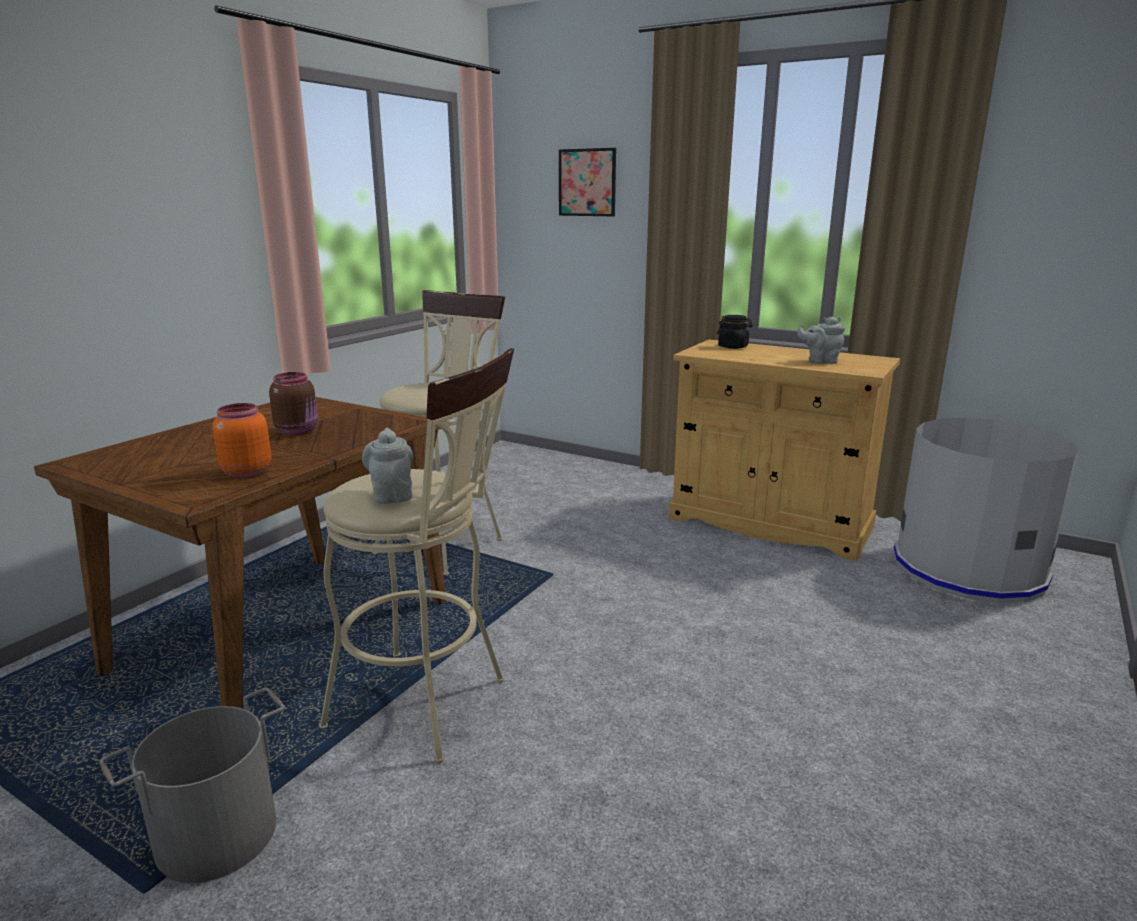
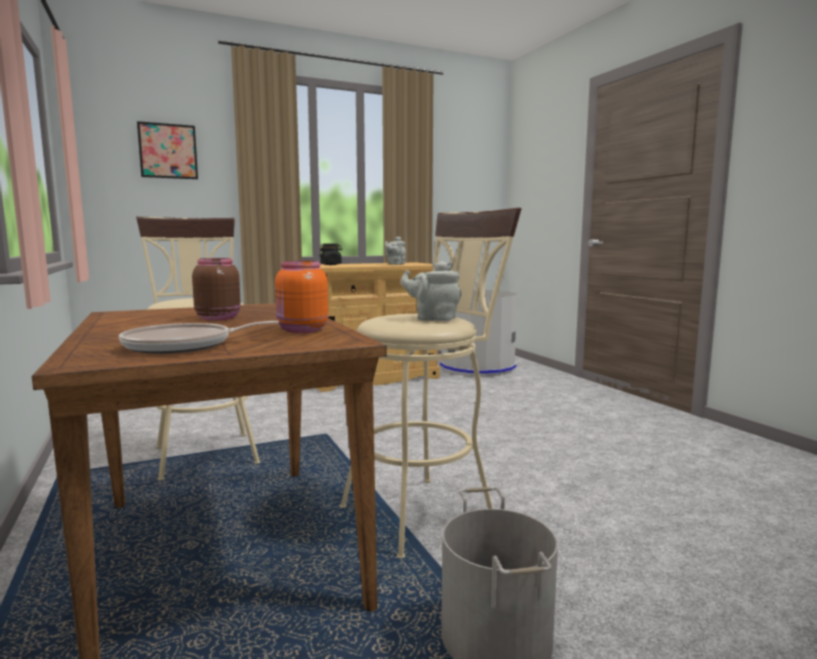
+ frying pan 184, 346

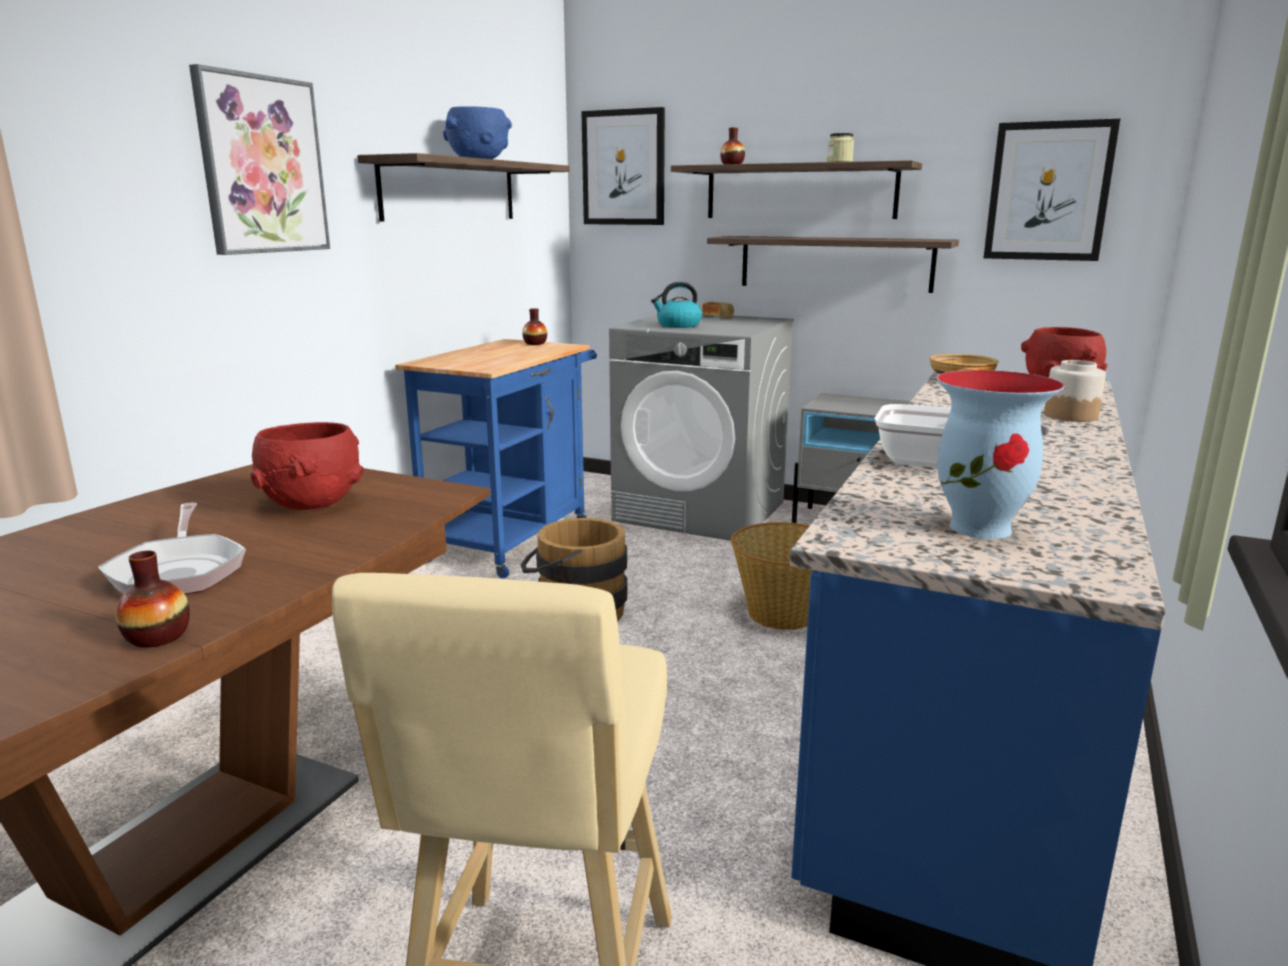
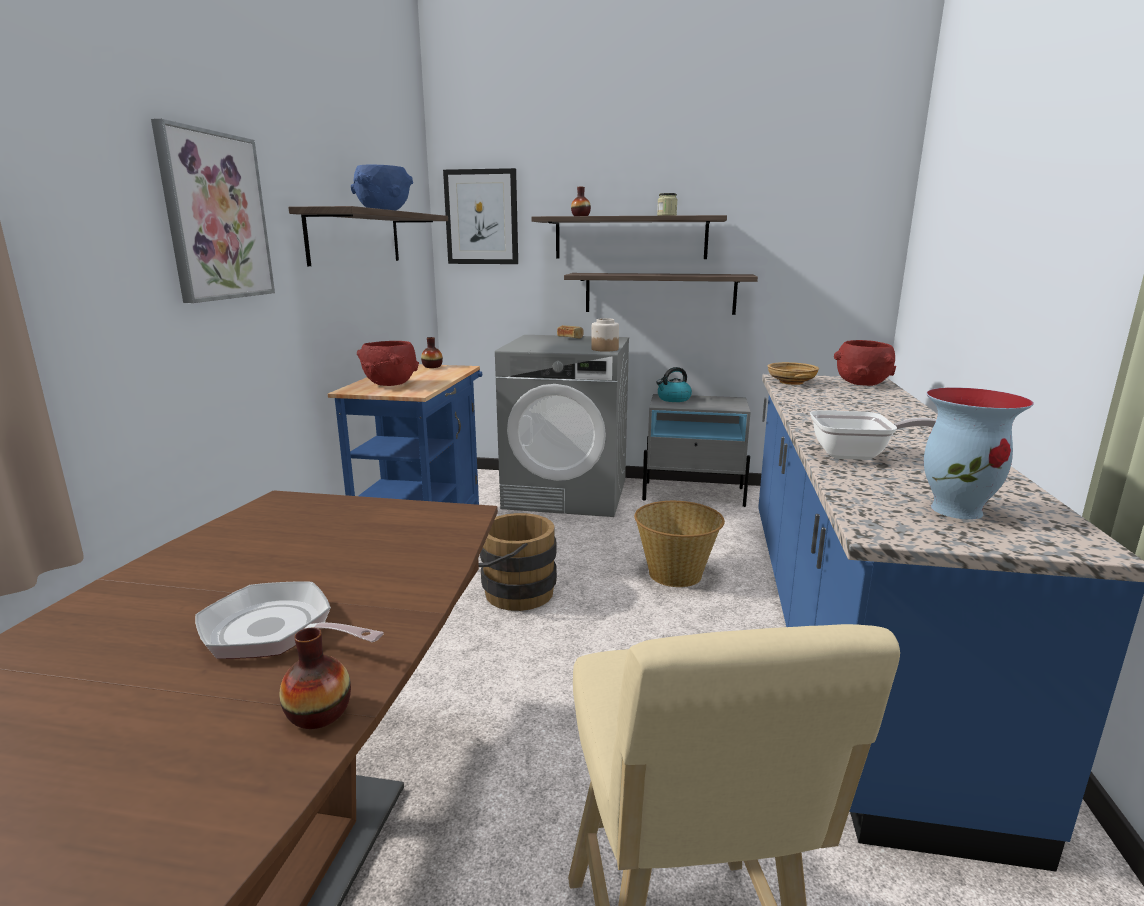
- picture 1048, 191
~ kettle 678, 325 to 673, 399
~ jar 1070, 416 to 604, 349
~ red bowl 312, 504 to 390, 384
~ frying pan 179, 571 = 275, 631 150 degrees clockwise

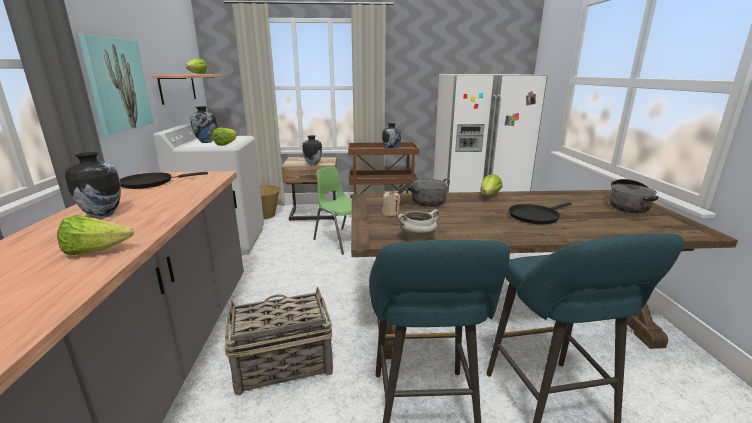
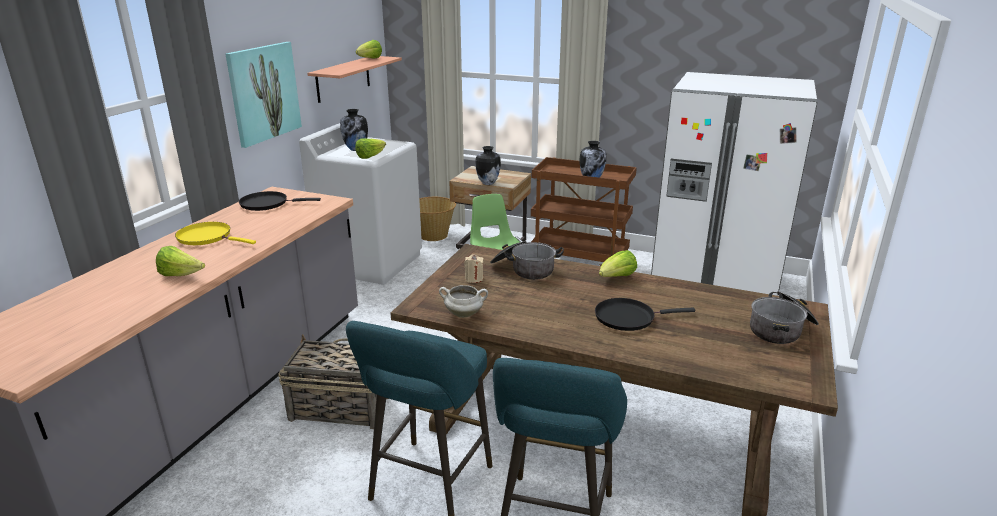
~ vase 102, 214 to yellow frying pan 207, 237

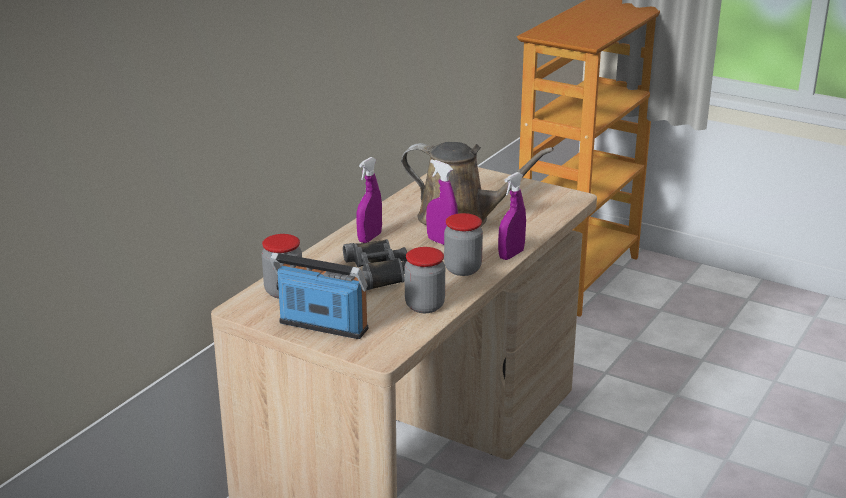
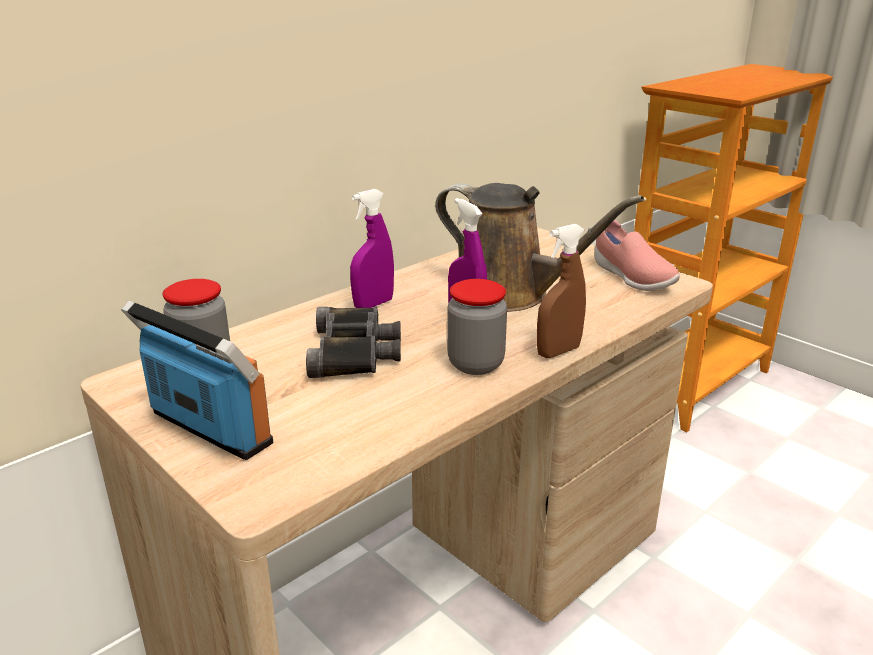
~ purple spray bottle 511, 255 to brown spray bottle 558, 352
- jar 424, 306
+ pink shoe 631, 277

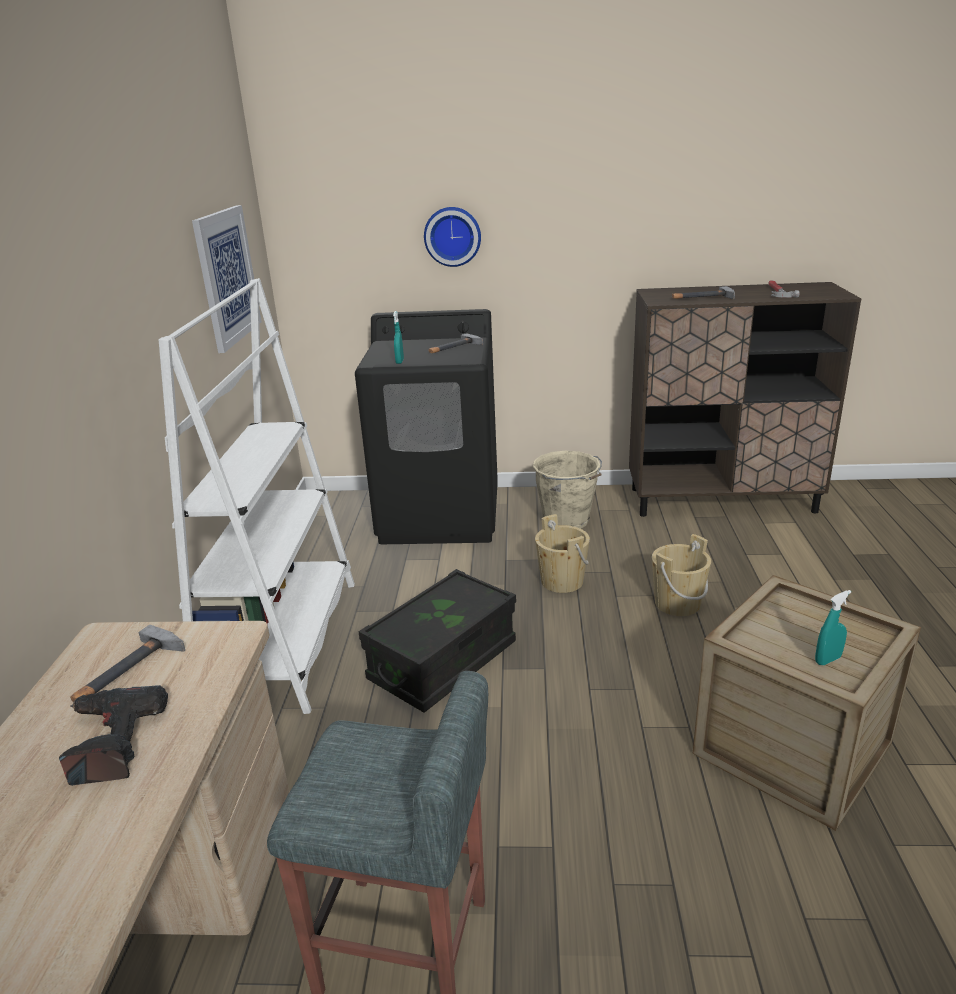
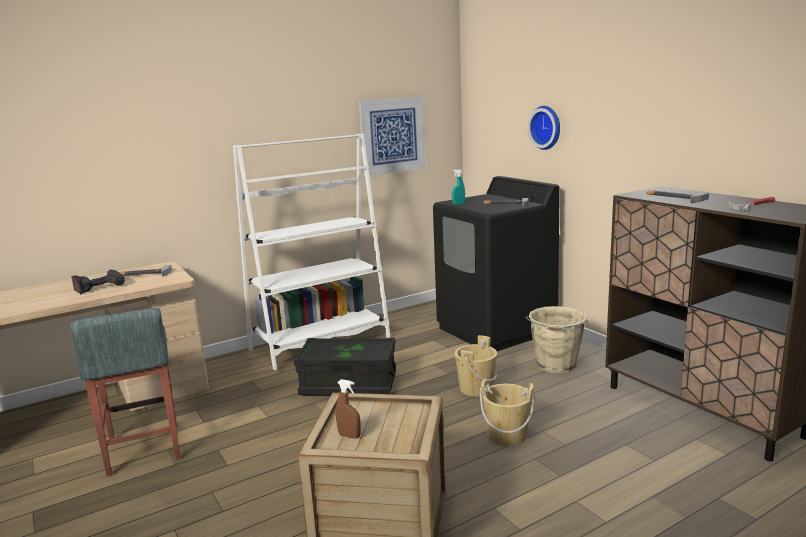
~ turquoise spray bottle 827, 660 to brown spray bottle 349, 436

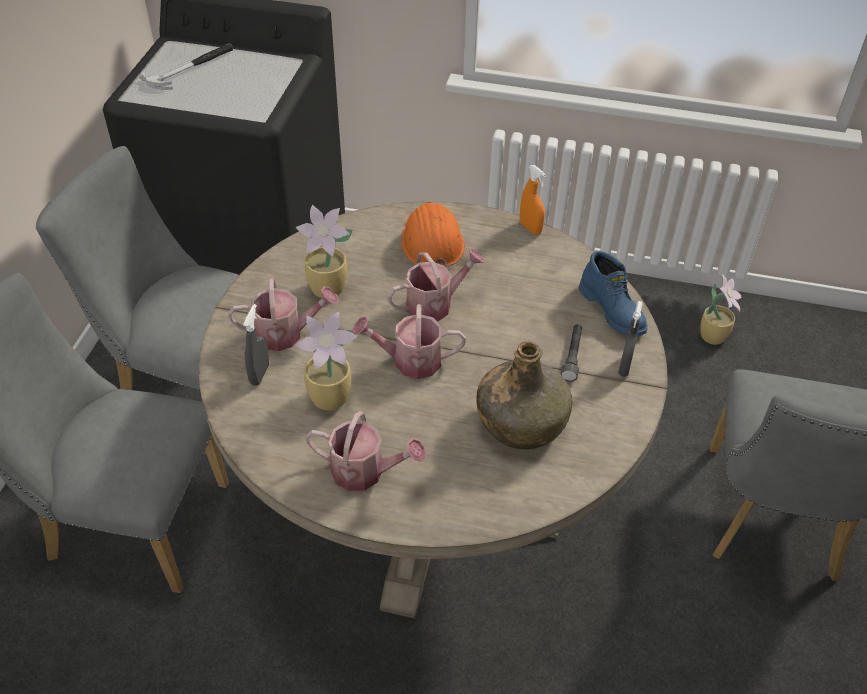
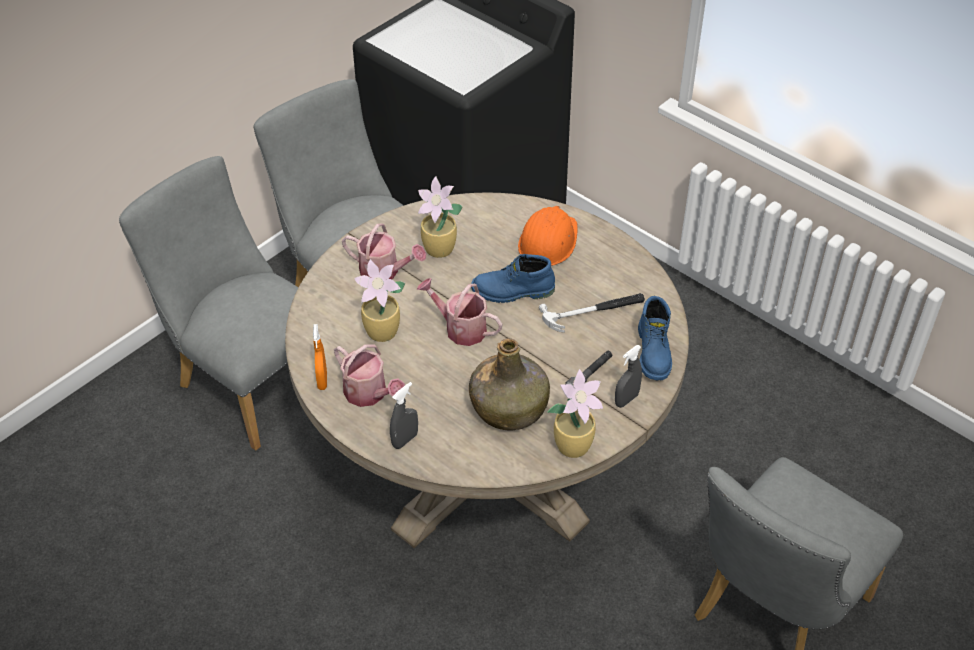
~ hammer 191, 68 to 593, 311
~ orange spray bottle 530, 228 to 322, 380
~ watering can 435, 304 to blue boot 512, 292
~ potted plant 713, 335 to 575, 445
~ grey spray bottle 259, 374 to 405, 440

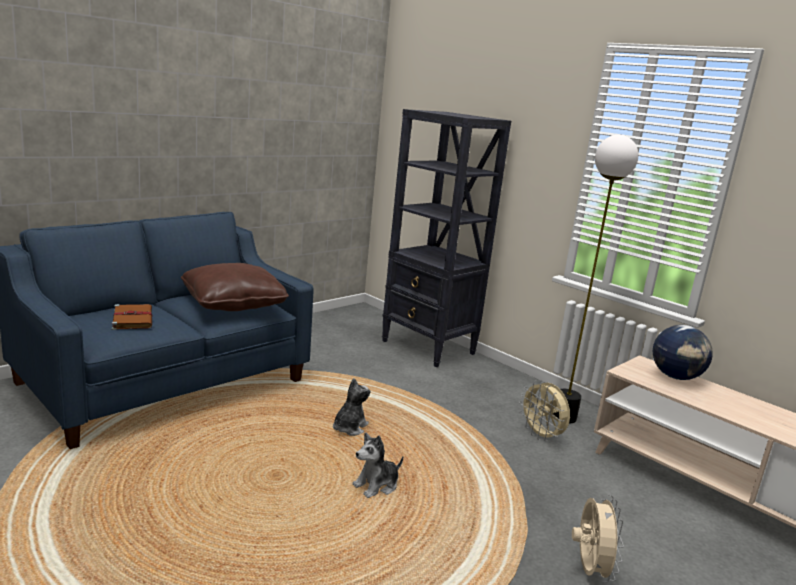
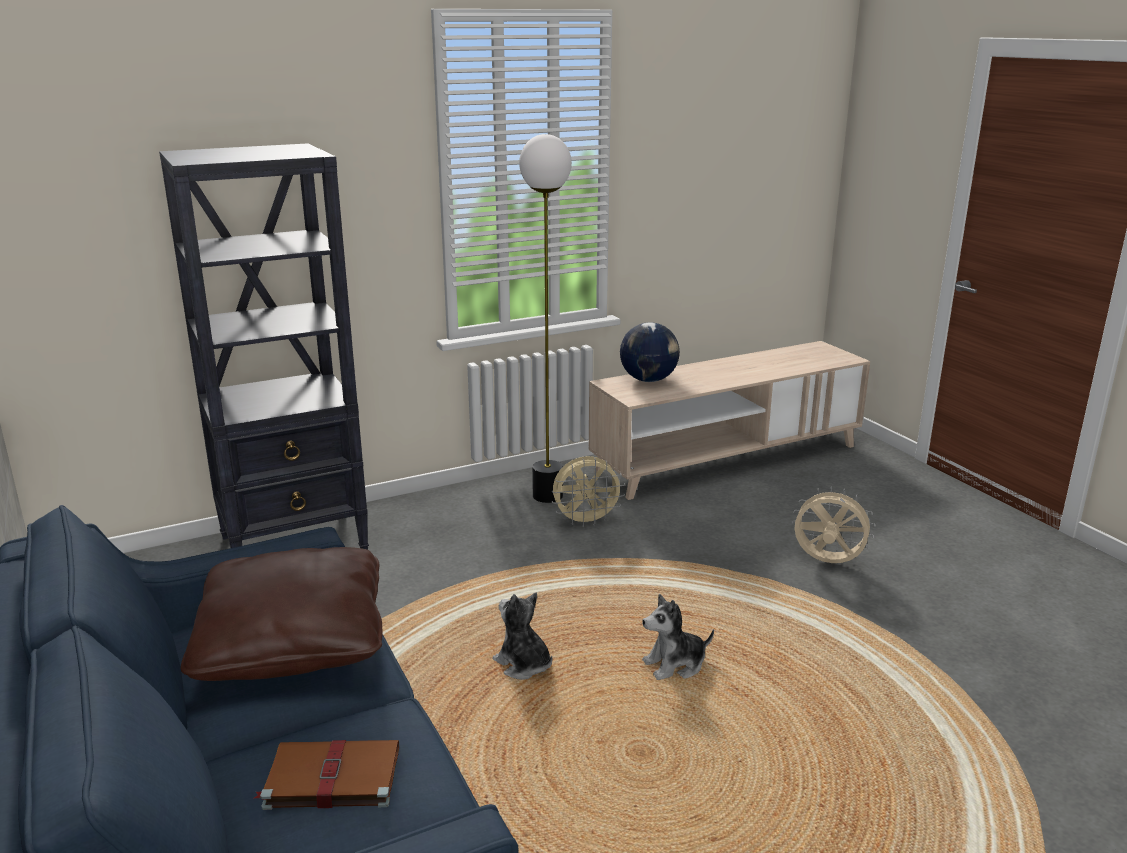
~ plush toy 376, 485 = 675, 665 90 degrees clockwise

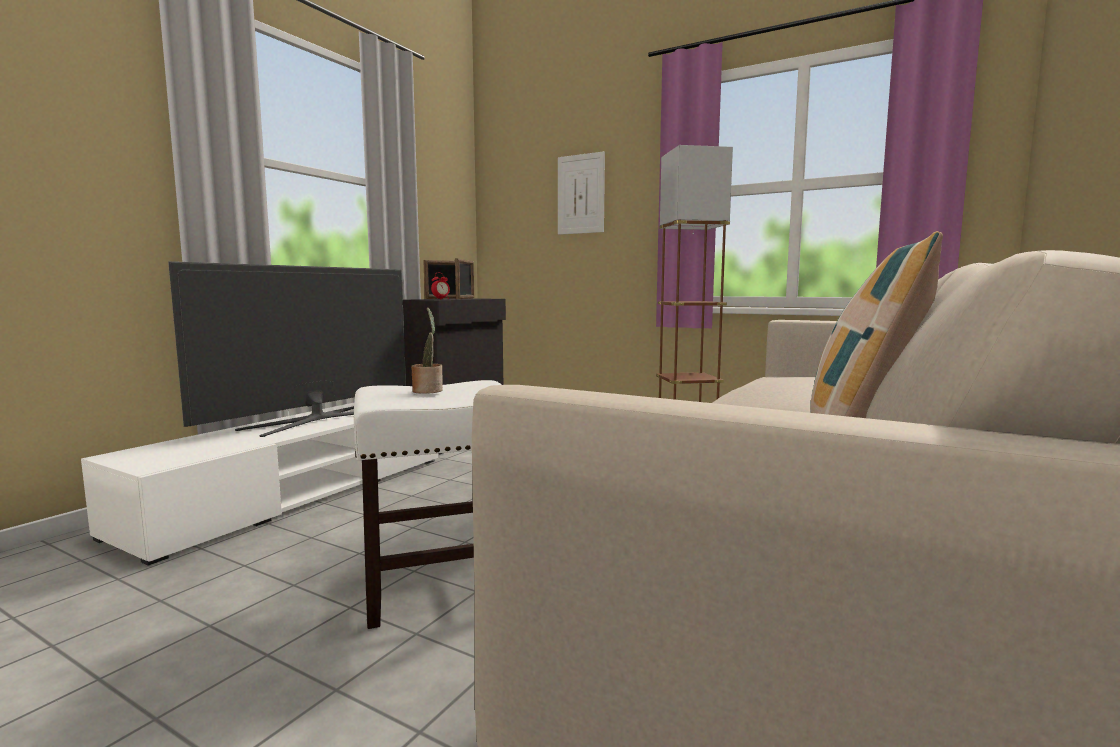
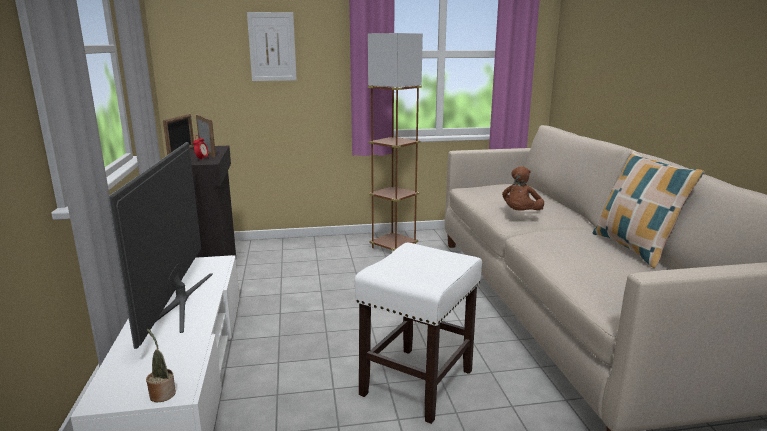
~ potted plant 428, 390 to 162, 393
+ brown plush toy 521, 214

